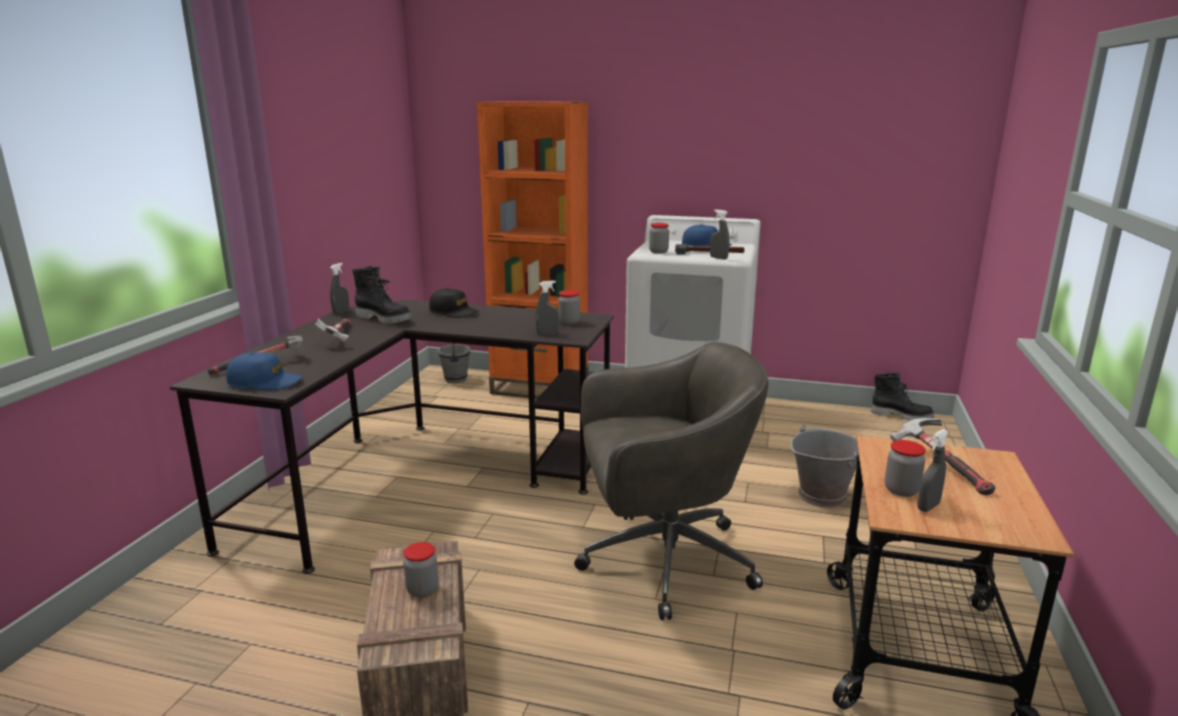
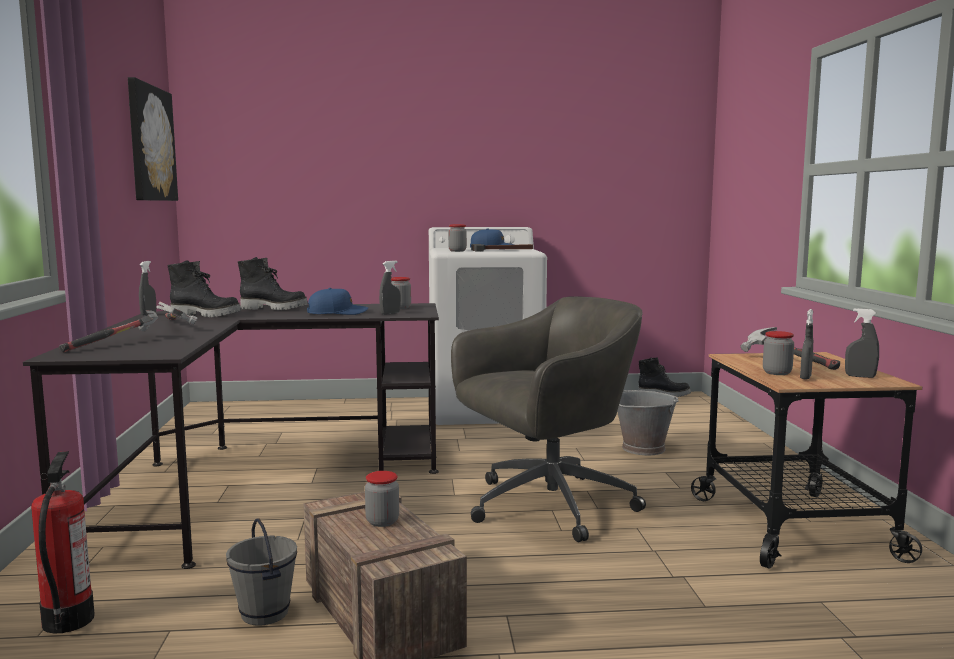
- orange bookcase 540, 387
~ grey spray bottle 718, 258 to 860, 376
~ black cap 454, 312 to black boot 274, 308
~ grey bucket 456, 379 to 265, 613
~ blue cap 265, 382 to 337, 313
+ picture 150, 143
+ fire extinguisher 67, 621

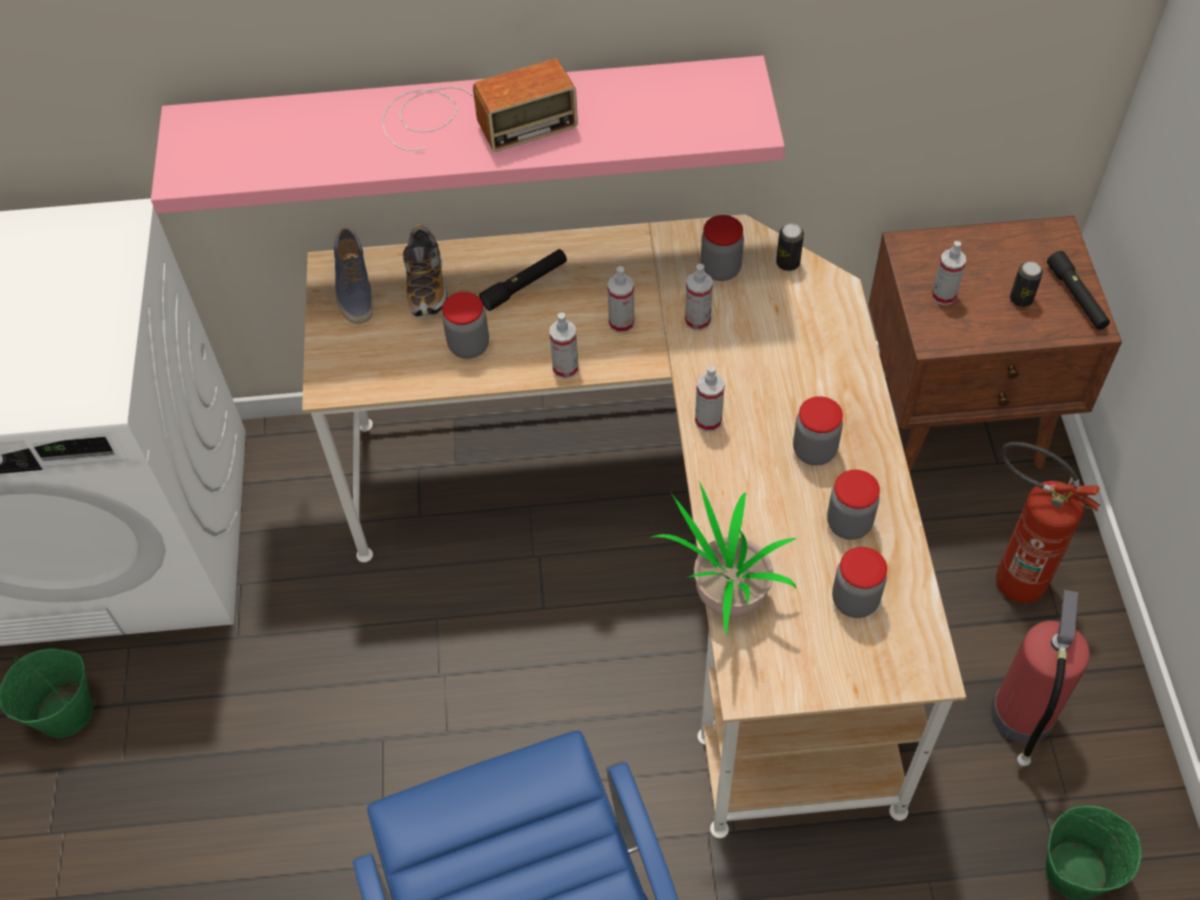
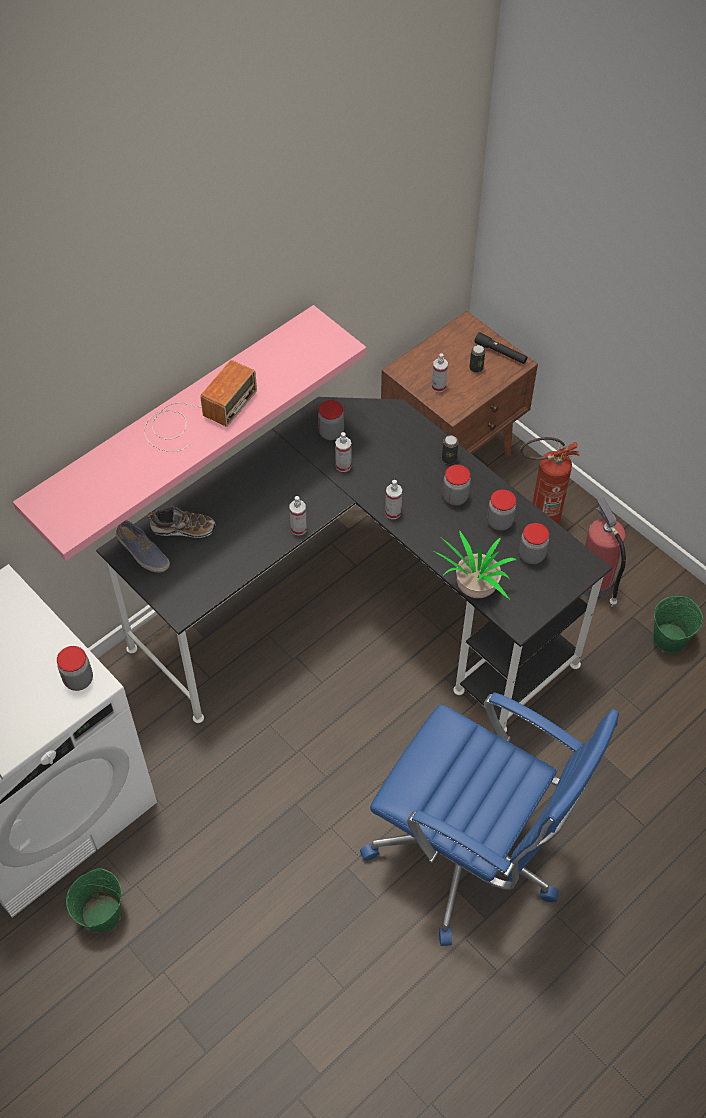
~ beige desk 657, 547 to black desk 354, 612
~ shoe 427, 285 = 183, 529 45 degrees counterclockwise
~ can 788, 263 to 449, 459
- black flashlight 525, 285
- spray bottle 621, 323
~ jar 469, 346 to 78, 680

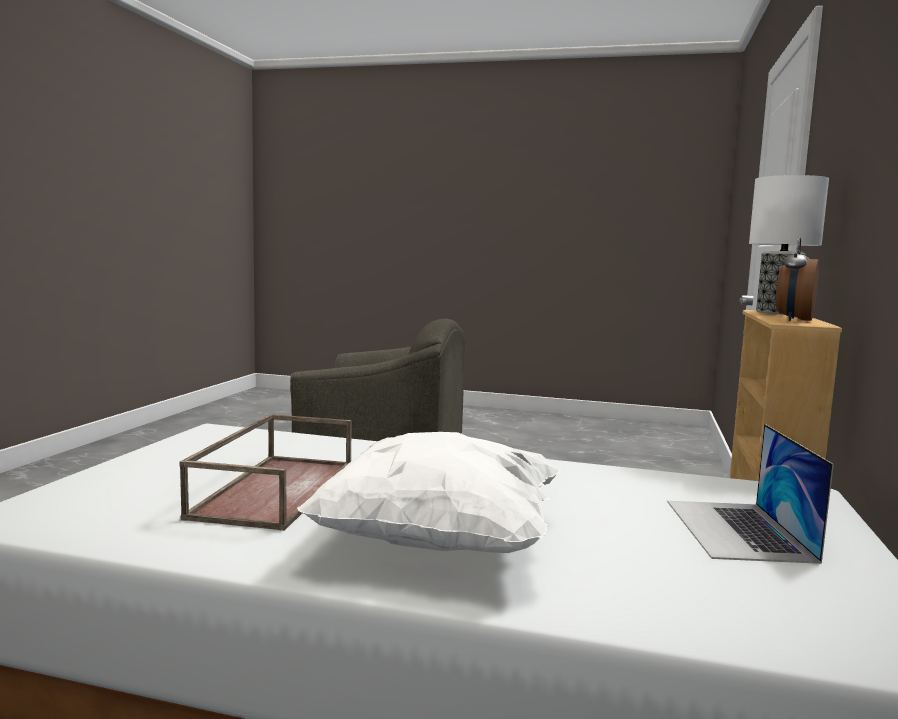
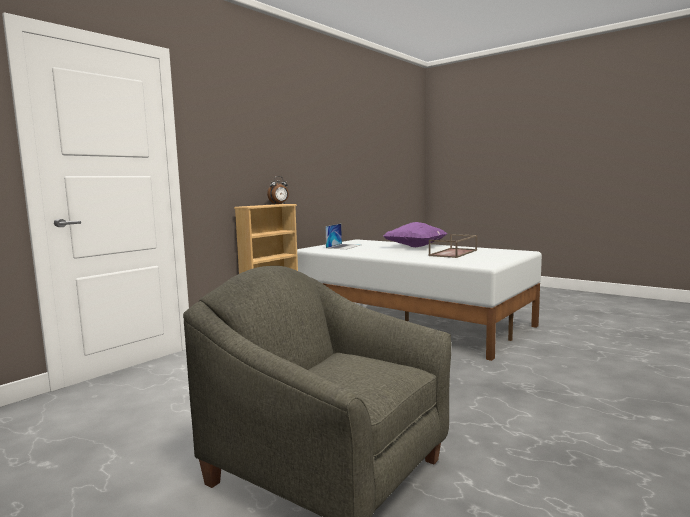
- table lamp 777, 313
~ white pillow 438, 541 to purple pillow 415, 247

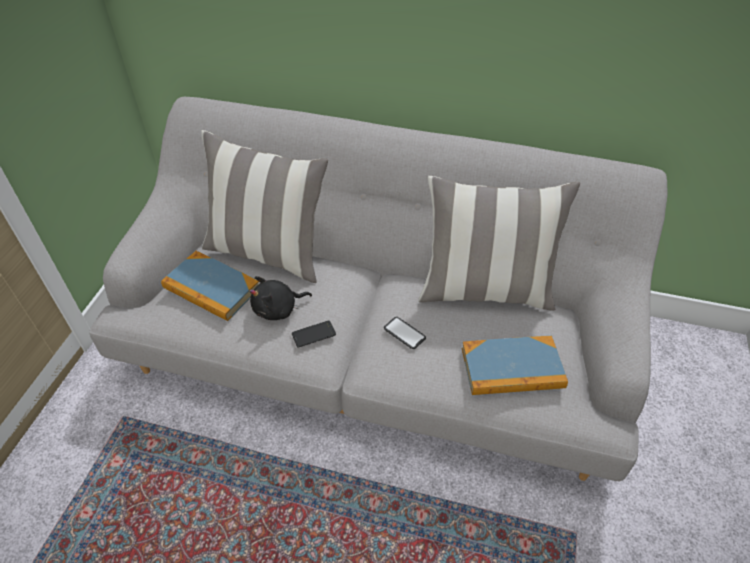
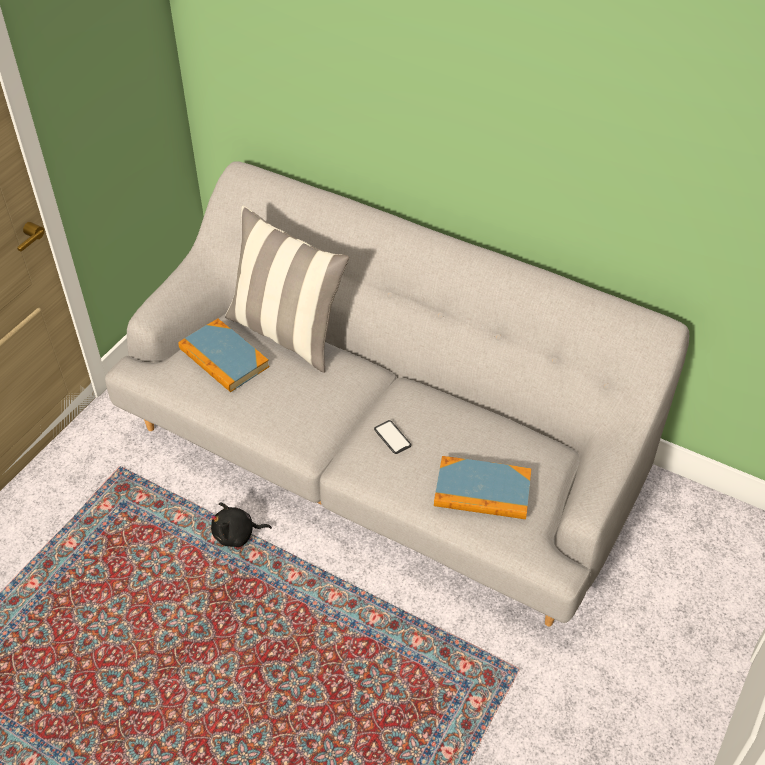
- pillow 485, 290
~ black plush toy 278, 309 to 237, 535
- phone 313, 334

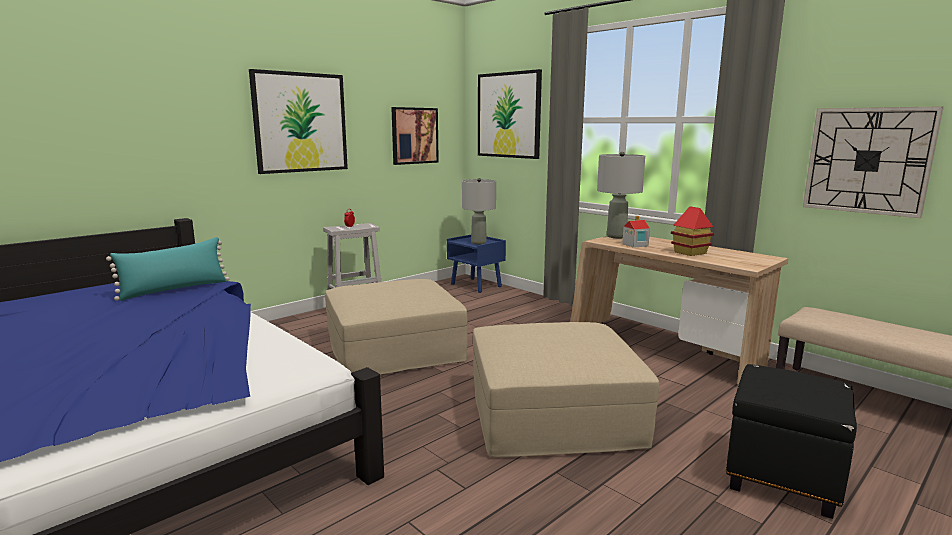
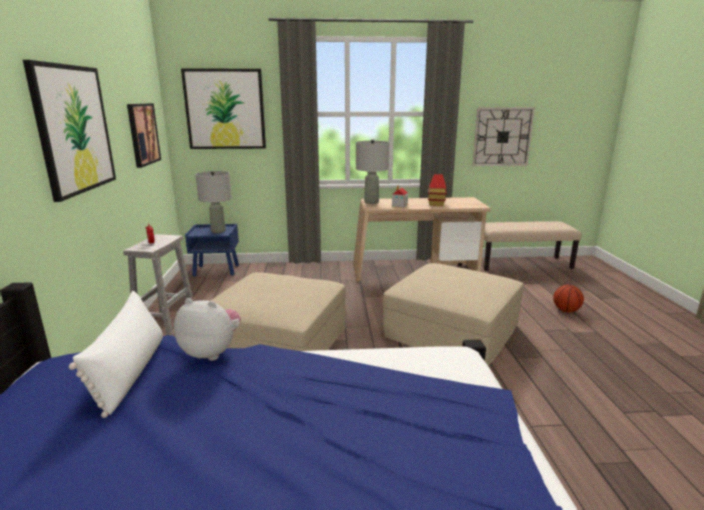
~ turquoise pillow 175, 289 to white pillow 130, 372
~ black ottoman 782, 479 to basketball 566, 311
+ plush toy 212, 352

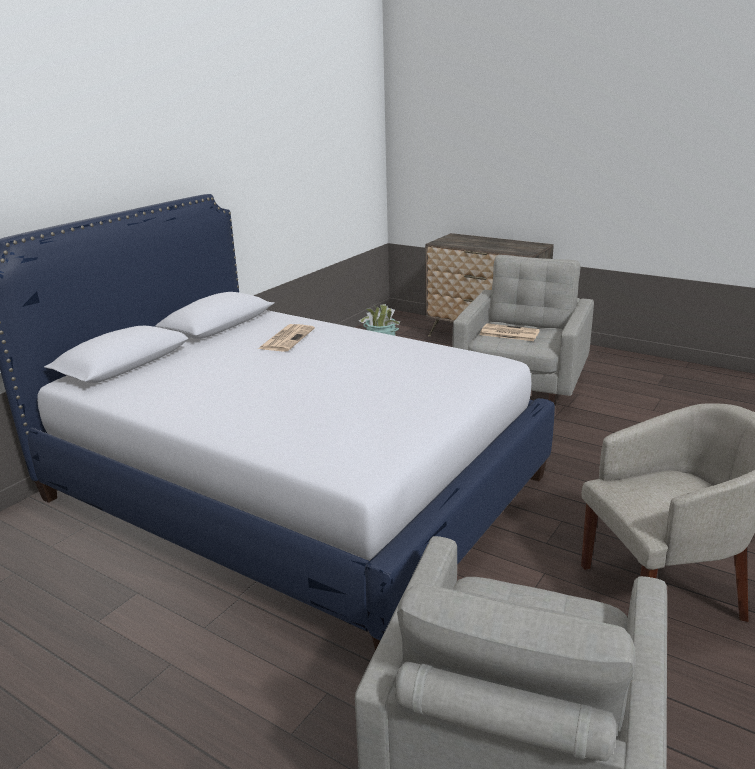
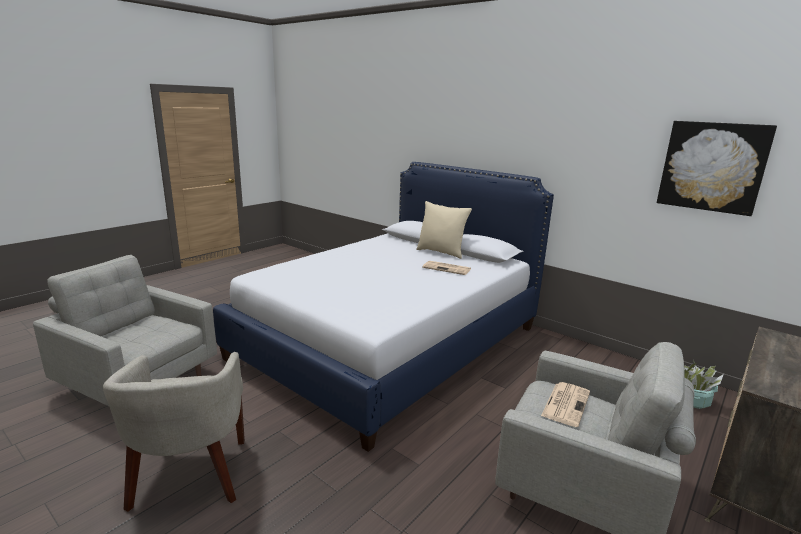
+ picture 712, 167
+ beige pillow 441, 252

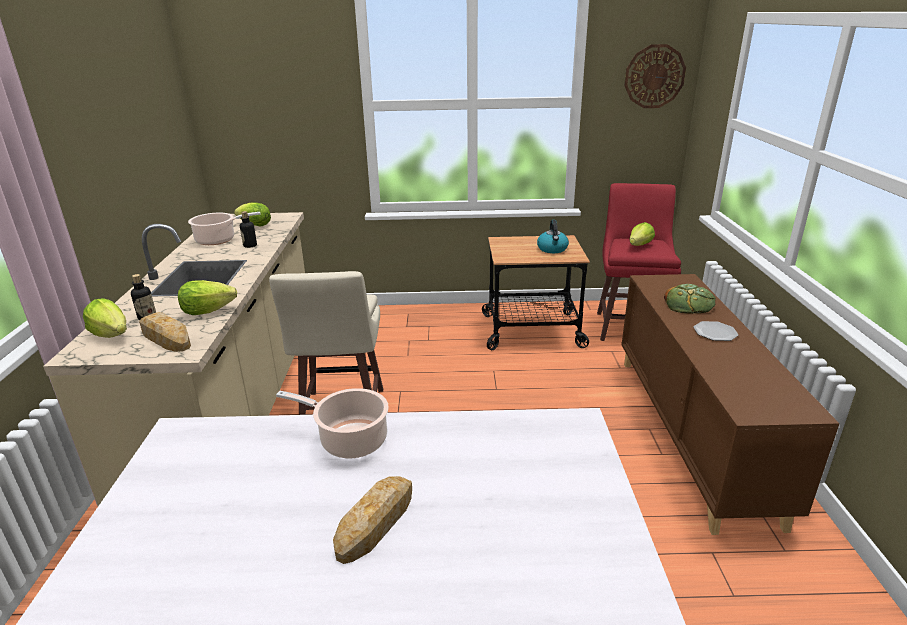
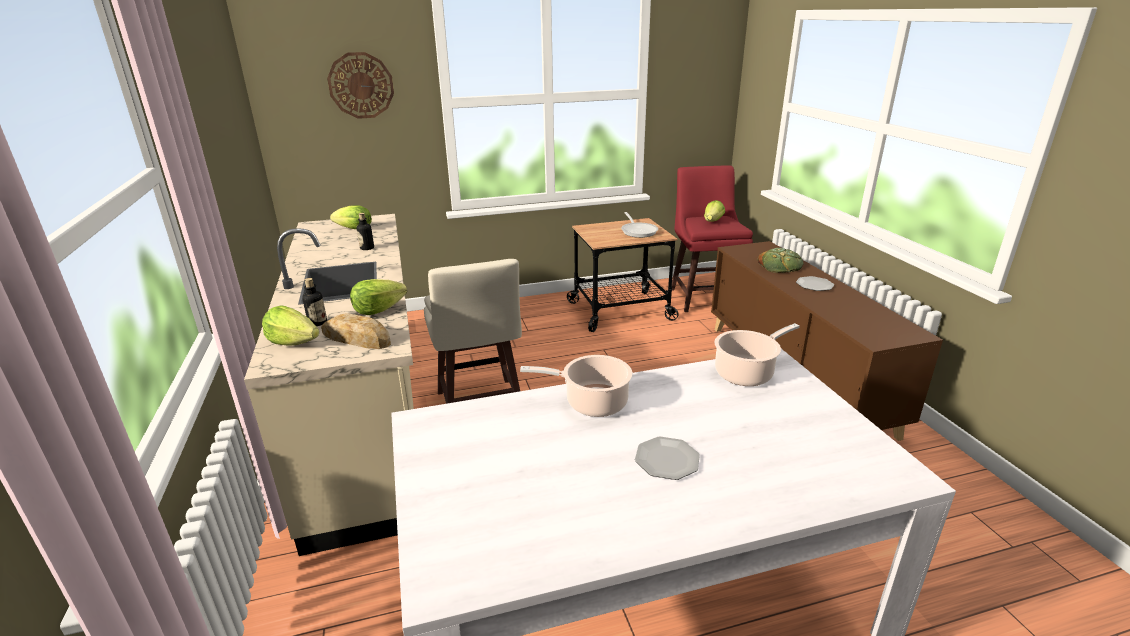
~ wall clock 654, 76 to 361, 85
~ cooking pot 218, 240 to 746, 373
~ kettle 552, 249 to frying pan 638, 231
~ bread 376, 522 to plate 666, 459

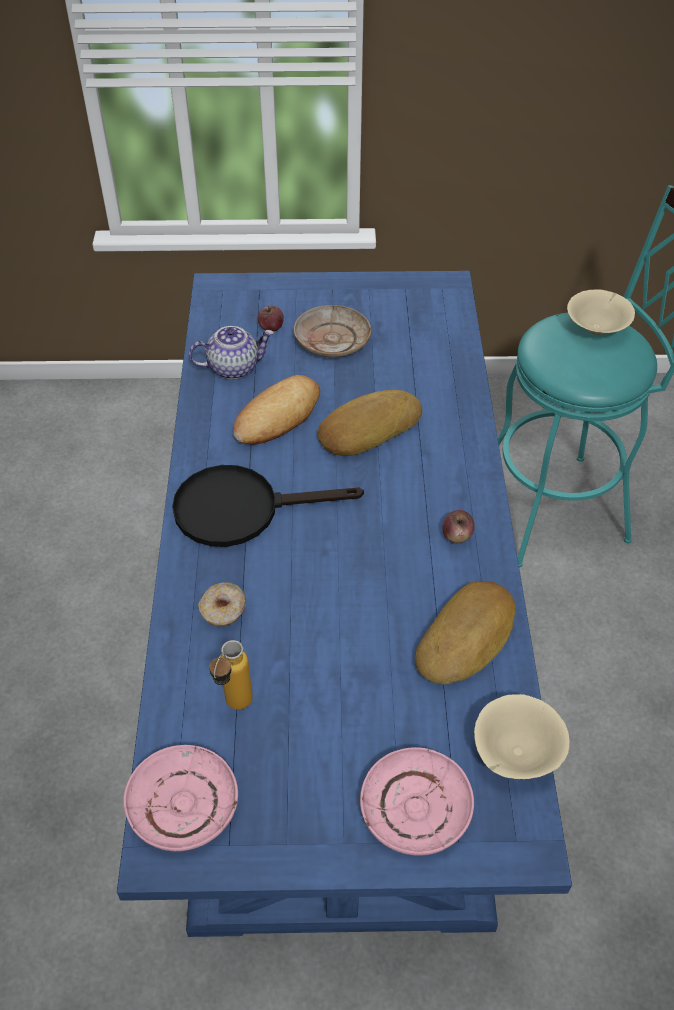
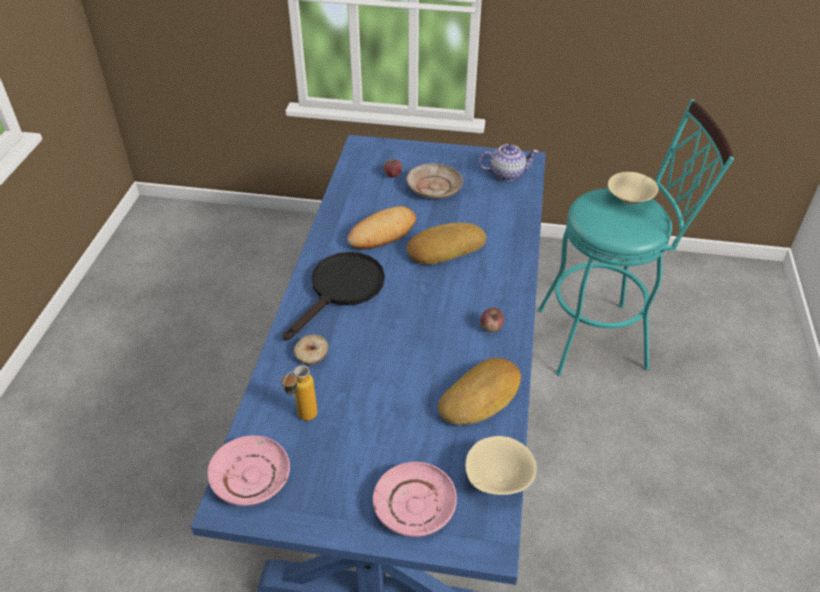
~ teapot 234, 367 to 507, 174
~ black frying pan 241, 509 = 341, 290 120 degrees clockwise

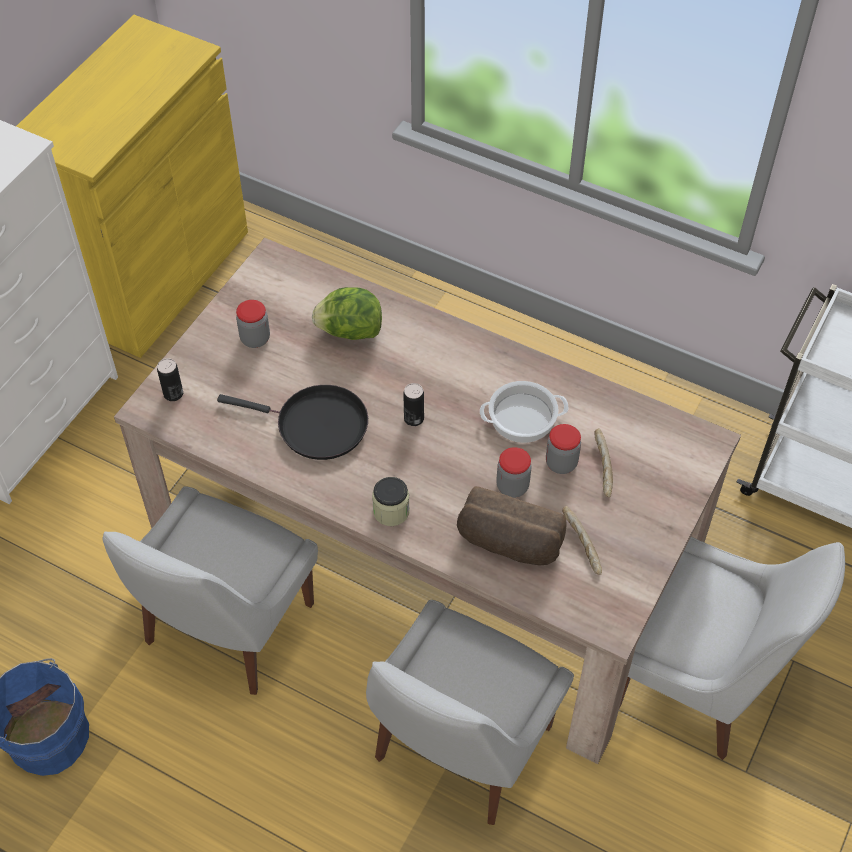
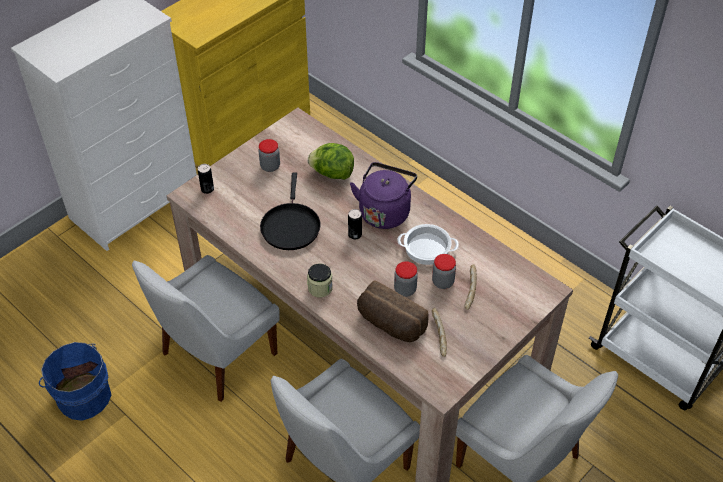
~ black frying pan 316, 425 = 290, 226 60 degrees clockwise
+ purple kettle 385, 211

